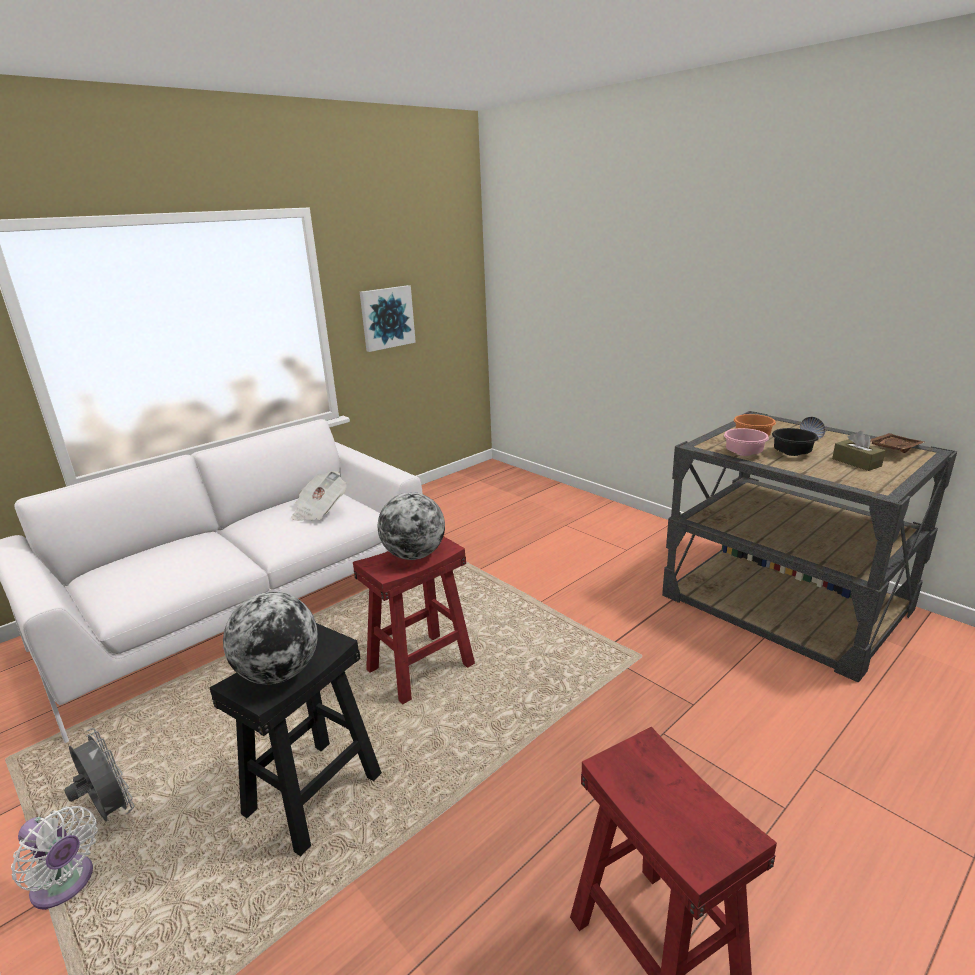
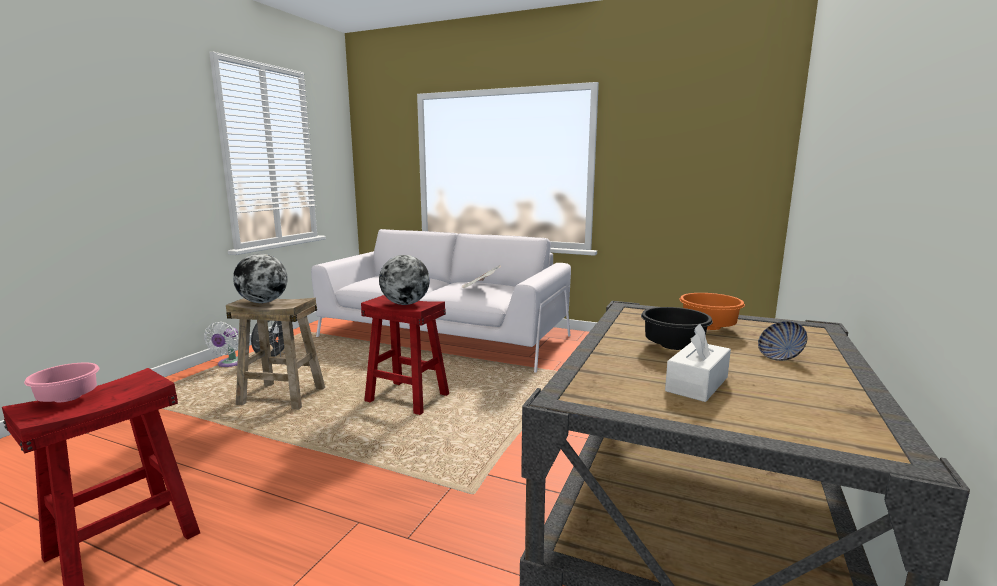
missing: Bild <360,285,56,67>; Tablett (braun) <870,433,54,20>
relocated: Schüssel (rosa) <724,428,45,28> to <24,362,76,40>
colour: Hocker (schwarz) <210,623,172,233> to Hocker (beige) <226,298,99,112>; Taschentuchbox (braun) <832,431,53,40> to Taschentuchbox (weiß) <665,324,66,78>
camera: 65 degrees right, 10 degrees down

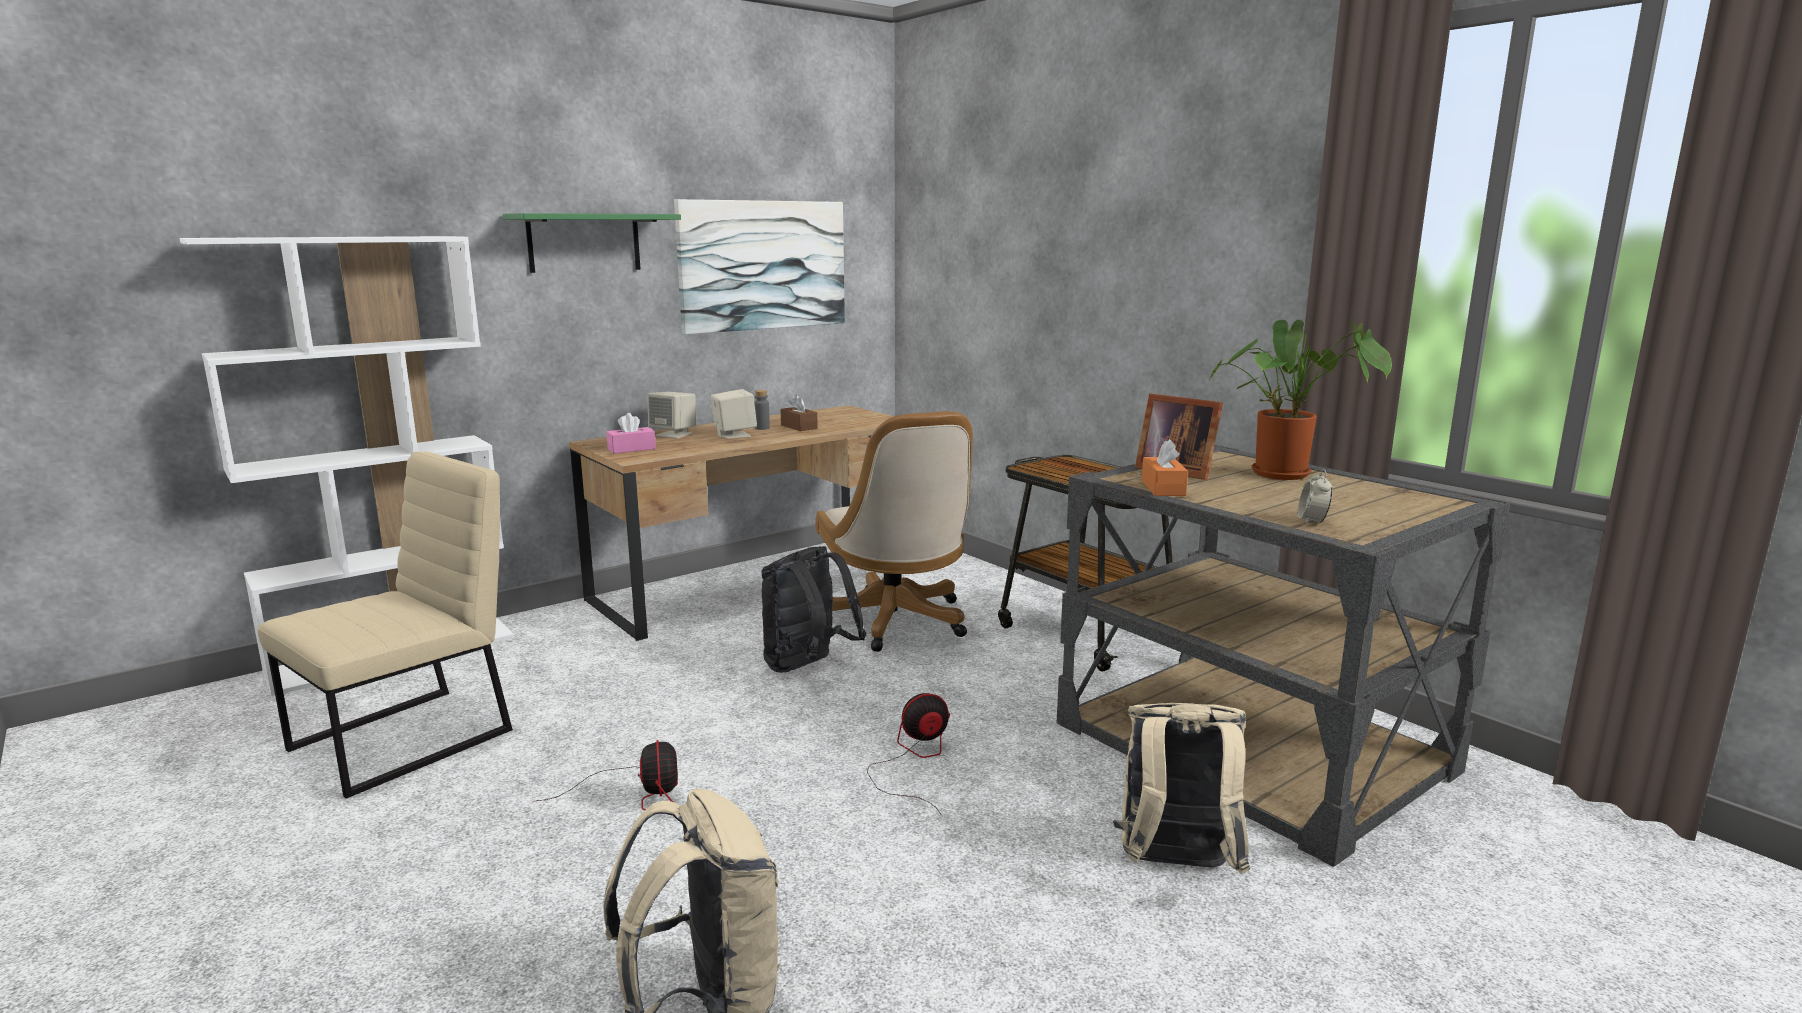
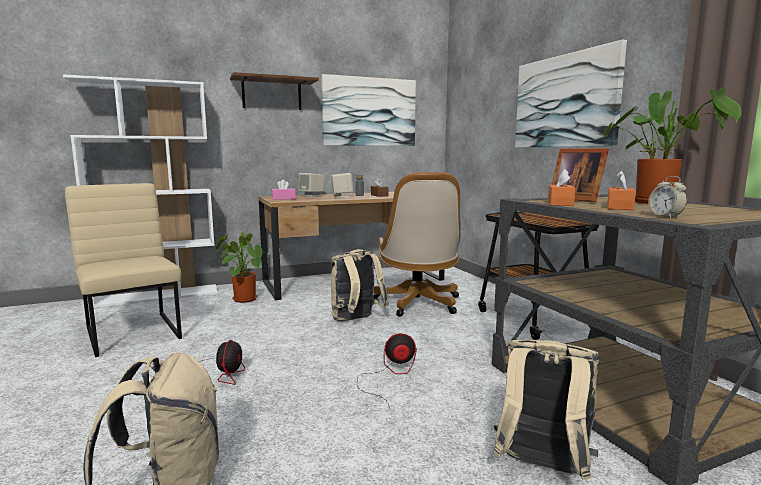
appeared: Topfpflanze <216,232,49,71>; Bild <515,39,112,109>; Taschentuchbox (orange) <607,171,29,39>
colour: Wandregal (grün) <502,213,179,60> to Wandregal (braun) <230,72,89,38>; Rucksack (schwarz) <761,546,105,127> to Rucksack (beige) <331,249,58,72>
spun: Stuhl (beige) <258,451,255,348> = <65,183,117,174> 90 degrees counterclockwise; Wecker <1298,469,34,55> = <648,176,39,42> 45 degrees counterclockwise
camera: 15 degrees right, 5 degrees down

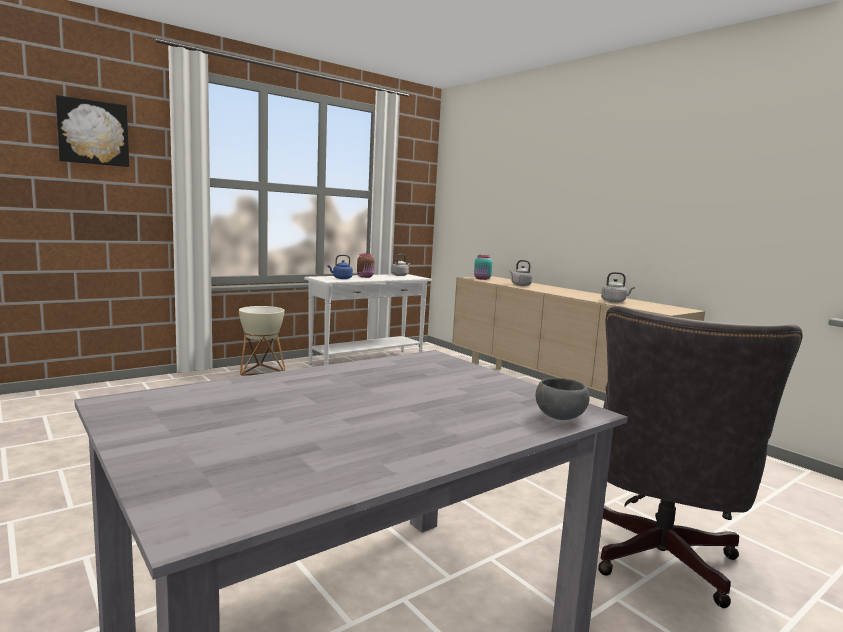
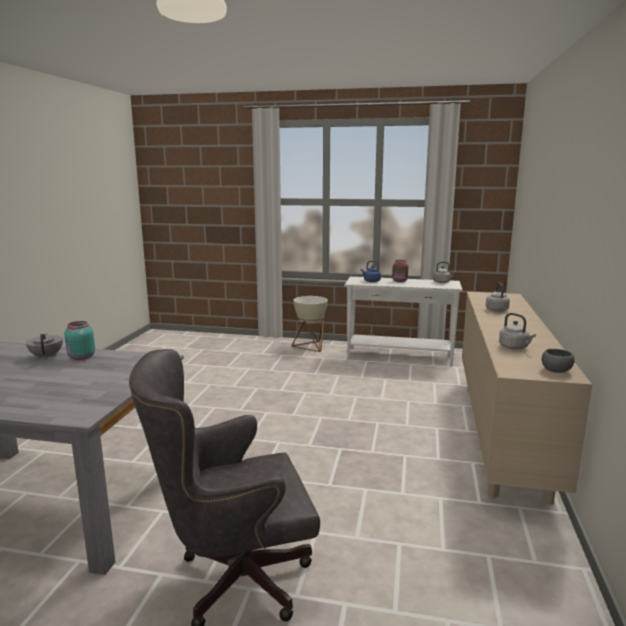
missing: Bild <55,95,74,72>
appeared: Teekanne (grau) <26,333,37,27>
relocated: Vorratsglas (türkis) <474,255,18,25> to <64,321,31,39>; Schüssel (grau) <536,378,54,42> to <542,349,33,24>
camera: 50 degrees right, 5 degrees up

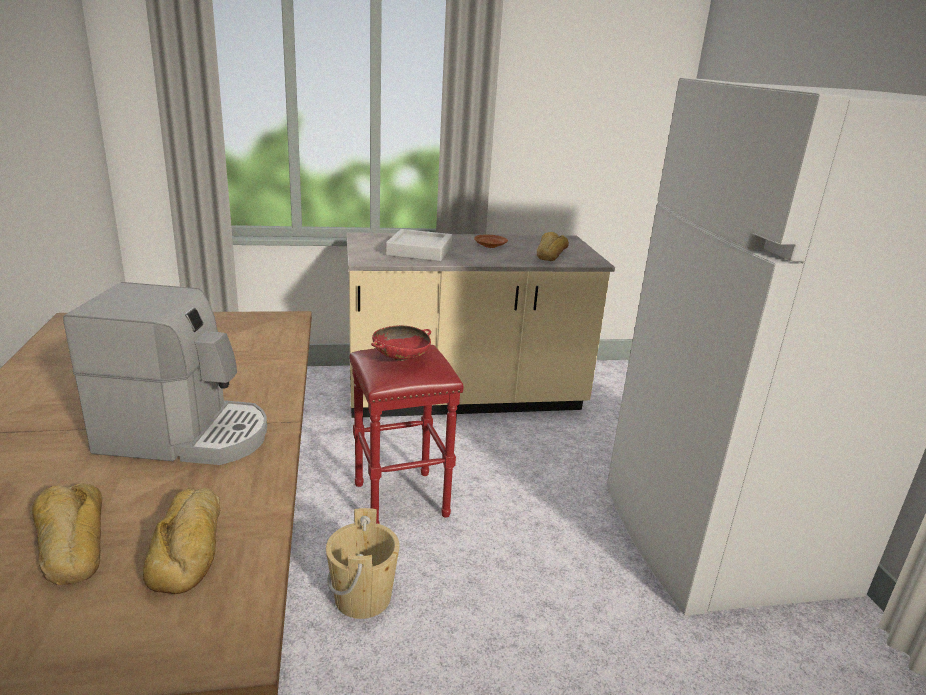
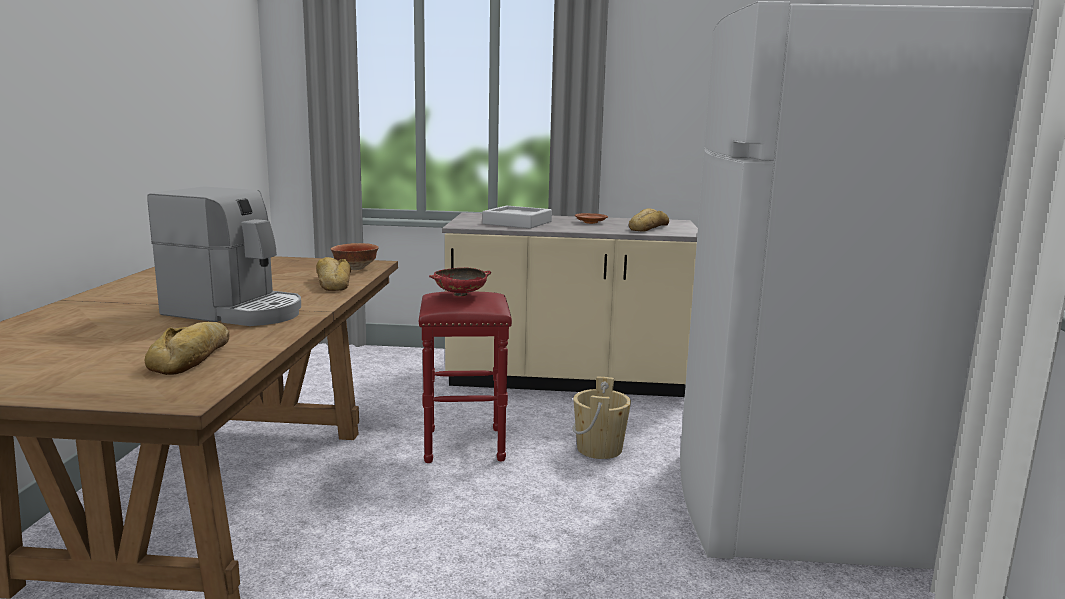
appeared: Schüssel <331,243,48,27>
relocated: Brot <32,484,70,101> to <316,257,35,34>; Eimer (beige) <326,508,74,111> to <573,377,58,82>
camera: 15 degrees right, 10 degrees down

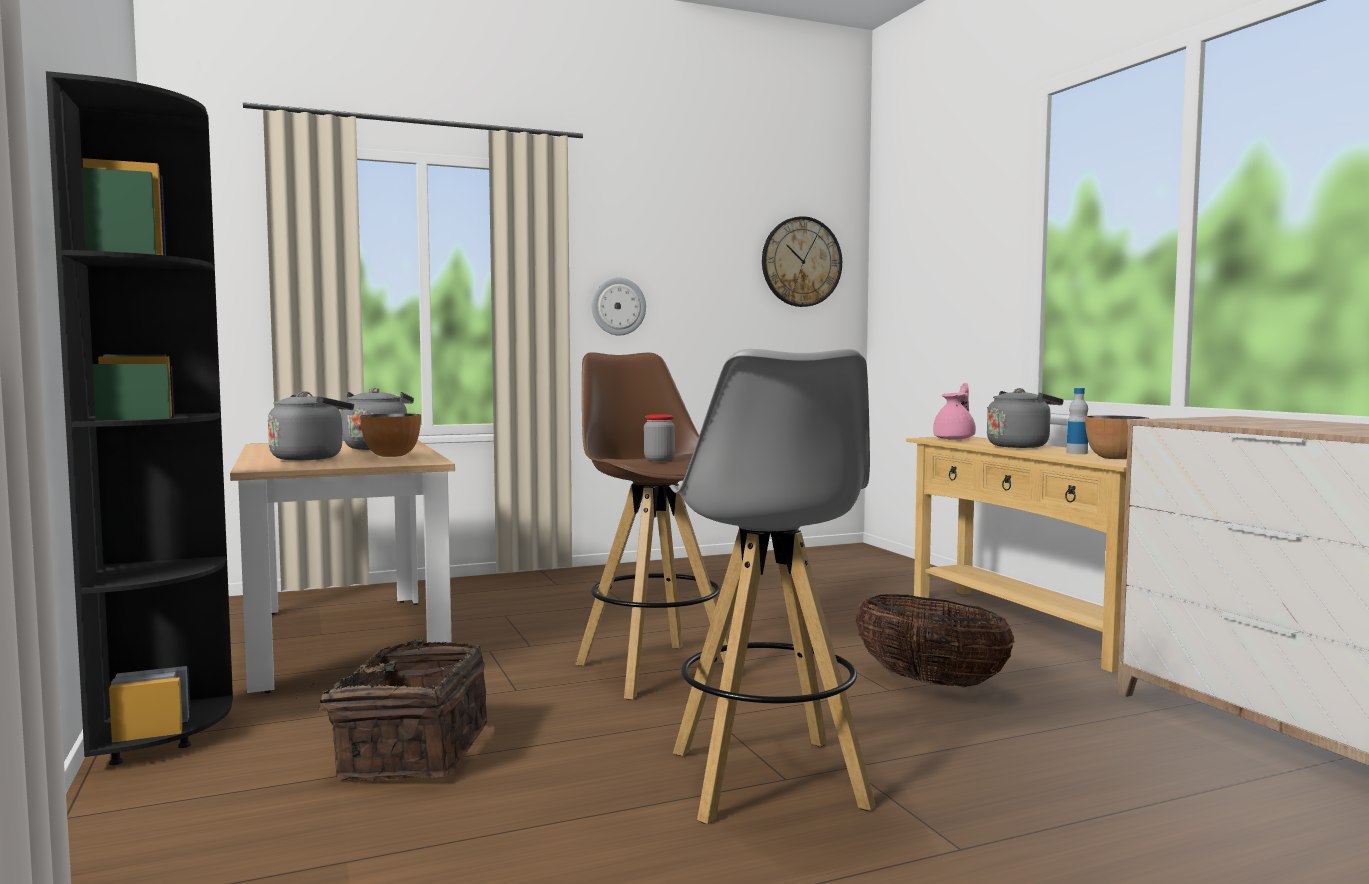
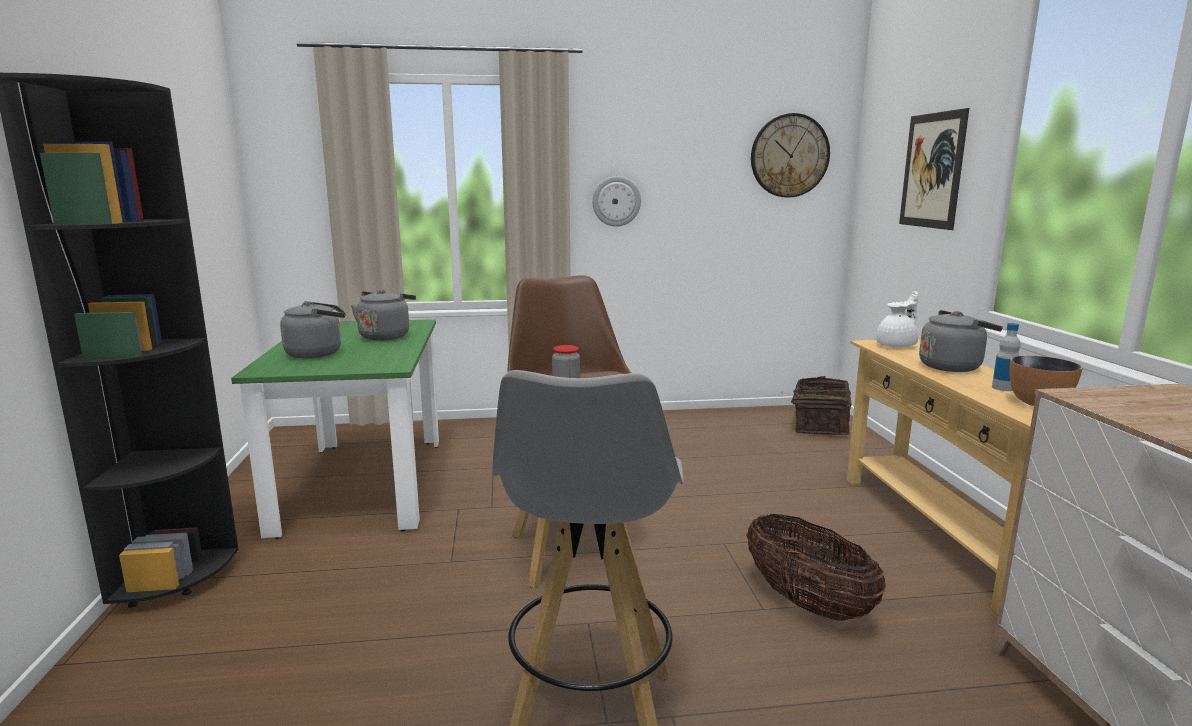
missing: Schüssel <360,413,61,44>
appeared: Bild <899,108,70,122>
relocated: Korb <296,638,192,143> to <779,376,73,59>
colour: Esstisch (beige) <230,440,225,253> to Esstisch (grün) <231,319,208,220>; Teekanne (rosa) <933,383,43,57> to Teekanne (weiß) <876,291,42,56>
camera: 15 degrees right, 10 degrees up

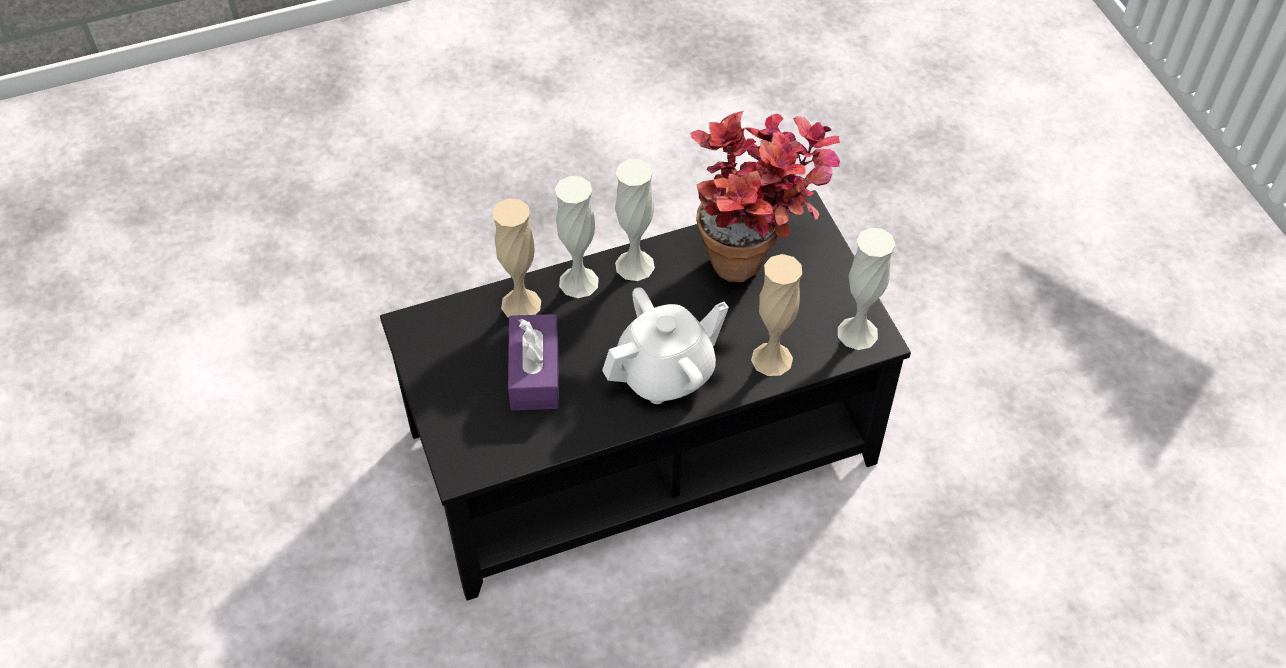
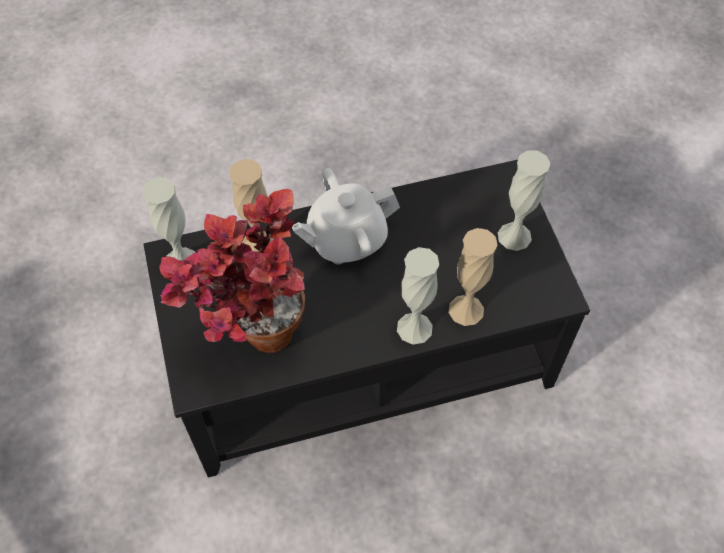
missing: Taschentuchbox (lila) <508,314,51,96>
relocated: Vase (weiß) <615,159,40,122> to <498,151,52,100>
camera: 175 degrees left, 5 degrees up

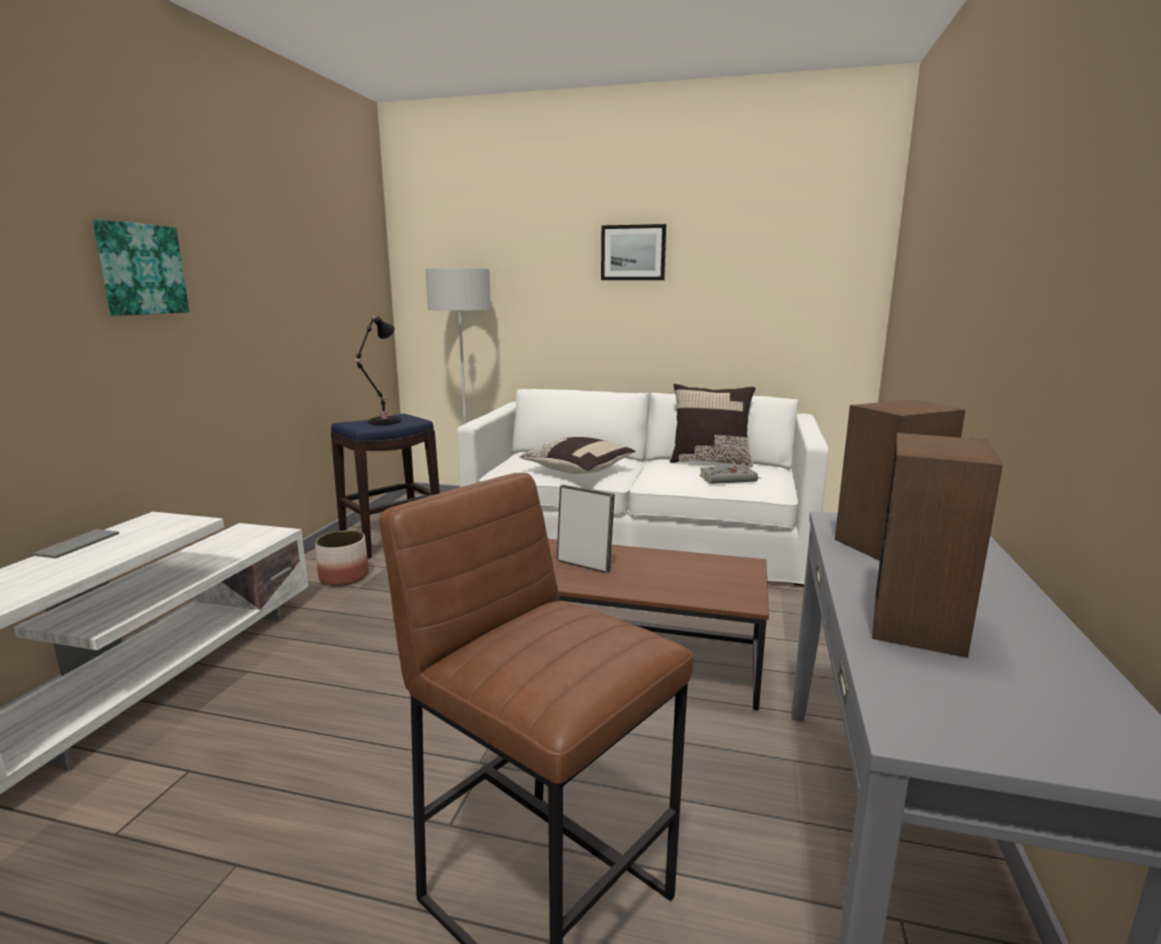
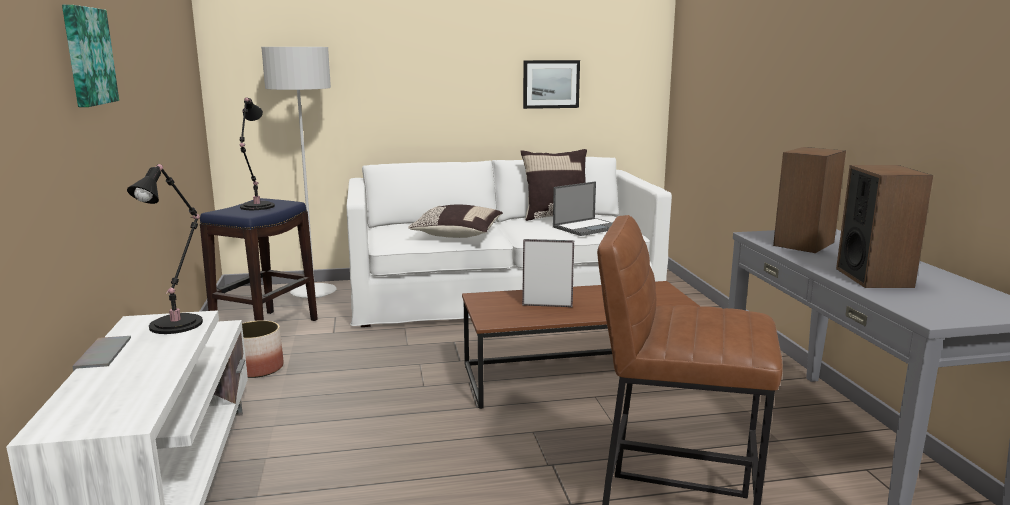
appeared: Tischlampe (schwarz) <127,164,76,170>
relocated: Bild <601,224,65,56> to <523,60,57,49>
exchanged: Buch (grau) <699,466,63,18> to Laptop <553,181,59,55>
camera: 25 degrees left, 0 degrees up

